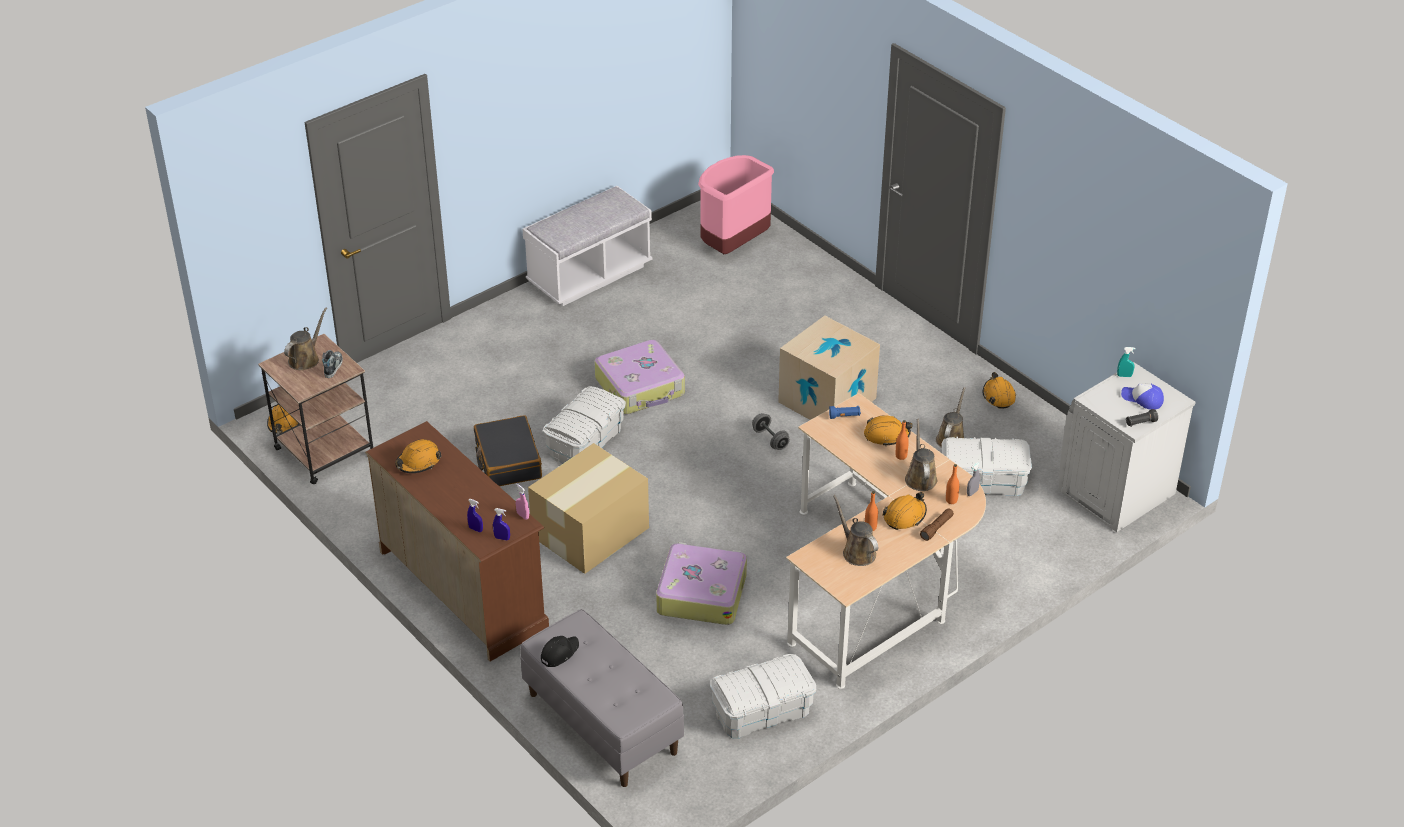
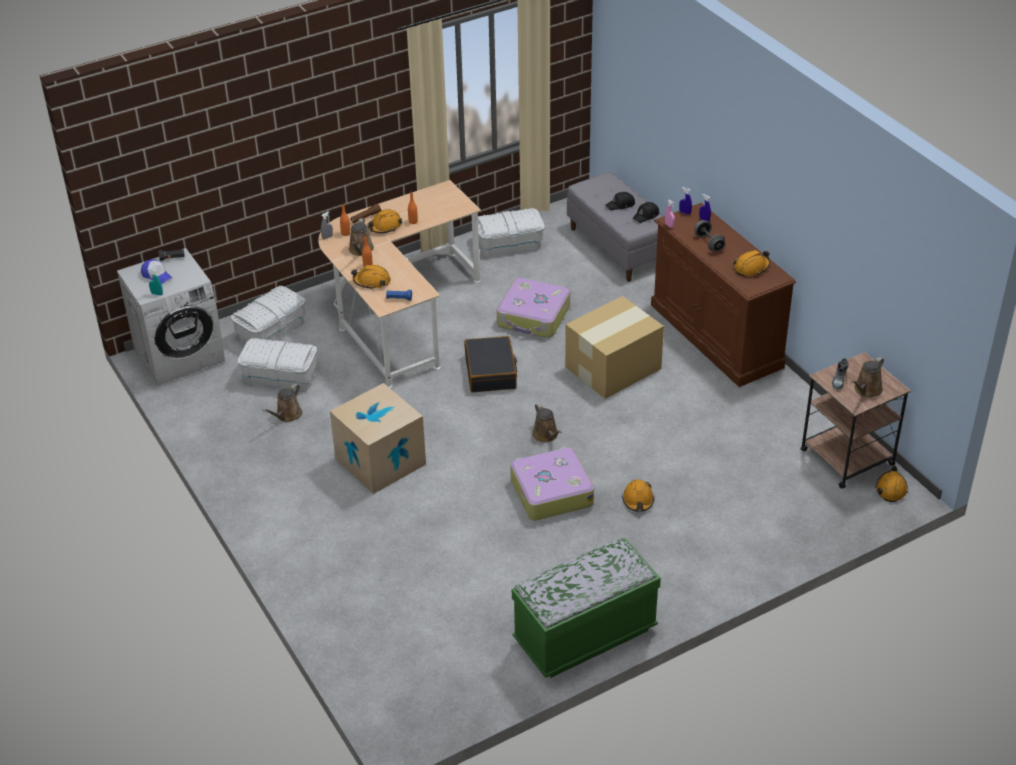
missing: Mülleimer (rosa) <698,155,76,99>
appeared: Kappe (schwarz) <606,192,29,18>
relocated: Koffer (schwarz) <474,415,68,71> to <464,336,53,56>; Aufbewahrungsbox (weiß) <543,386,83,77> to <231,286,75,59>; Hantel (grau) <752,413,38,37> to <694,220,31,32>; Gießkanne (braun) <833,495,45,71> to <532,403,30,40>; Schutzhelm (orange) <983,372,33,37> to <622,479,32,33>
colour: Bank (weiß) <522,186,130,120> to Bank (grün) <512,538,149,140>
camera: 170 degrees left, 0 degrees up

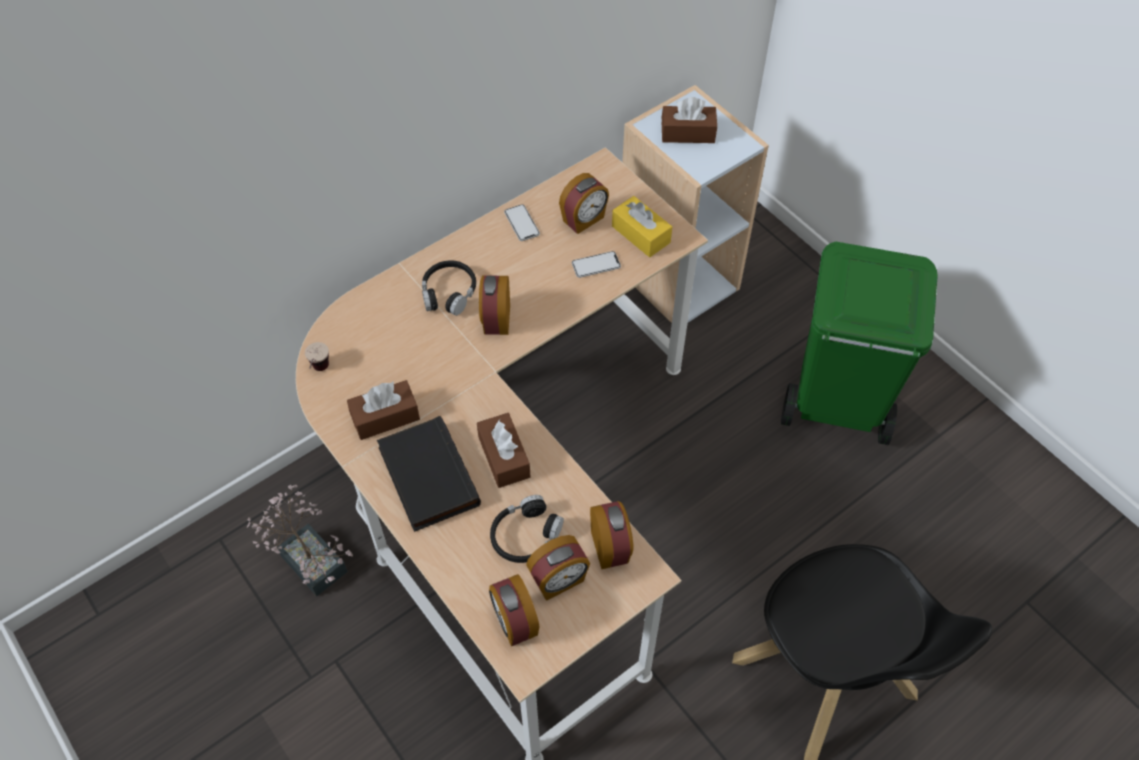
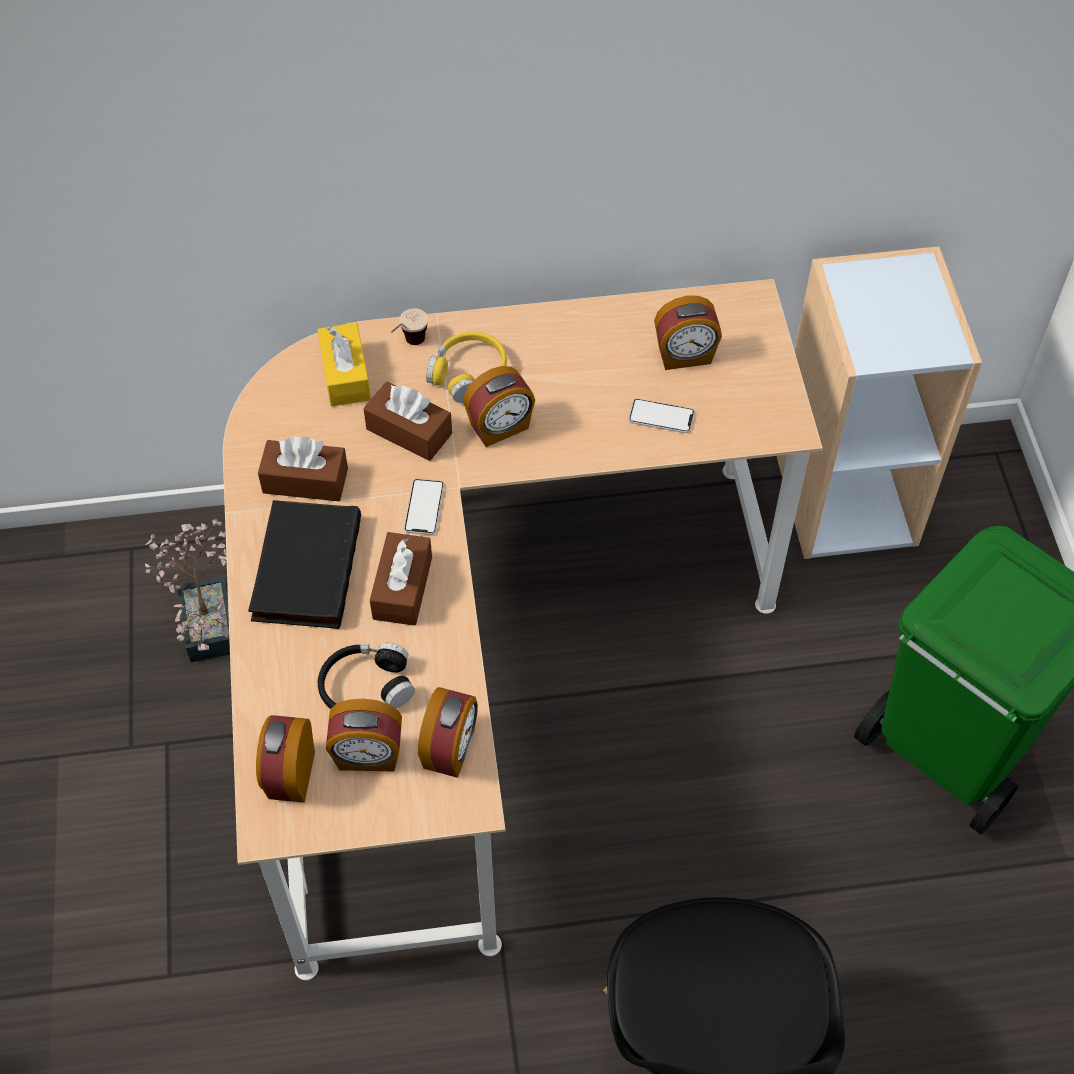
relocated: Tasse <305,342,24,29> to <391,308,37,37>; Handy <504,204,36,37> to <404,479,40,56>; Taschentuchbox (gelb) <612,196,60,61> to <317,323,54,83>; Taschentuchbox (braun) <662,97,55,46> to <363,382,89,79>
colour: Kopfhörer (schwarz) <422,260,54,56> to Kopfhörer (gelb) <426,332,81,71>
spun: Wecker <479,275,31,60> = <463,366,72,81> 150 degrees counterclockwise
camera: 30 degrees right, 0 degrees up

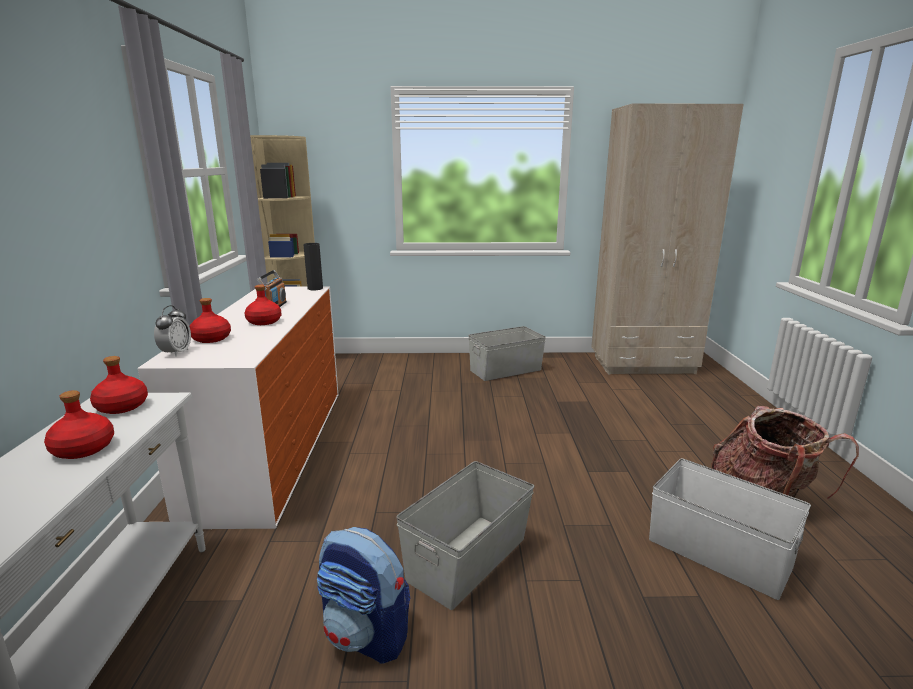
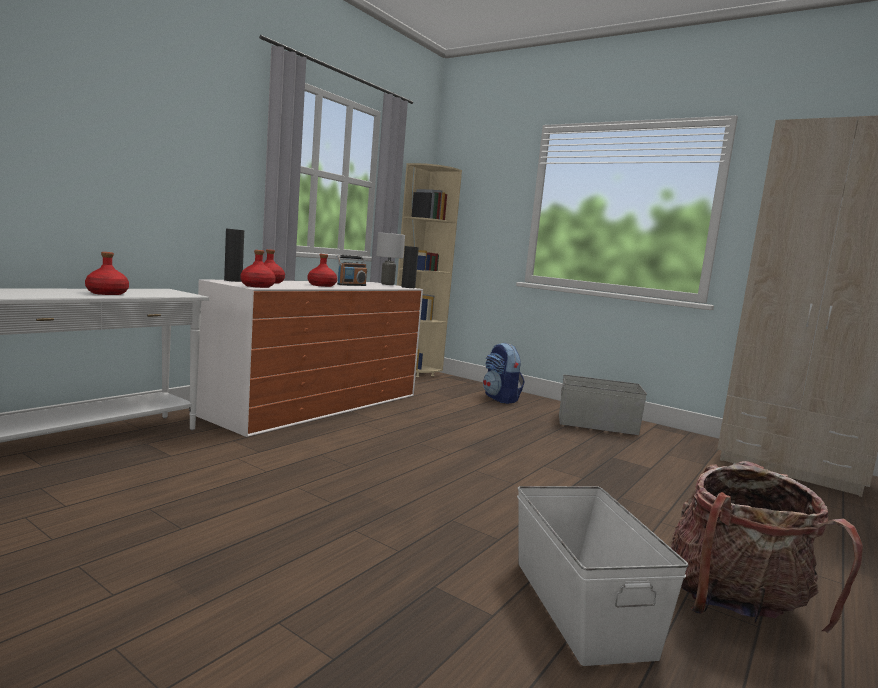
missing: Aufbewahrungsbox (grau) <396,461,138,149>
appeared: Tischlampe (weiß) <376,232,29,53>
relocated: Flasche (rot) <90,356,58,58> to <240,250,36,38>; Rucksack <317,527,93,137> to <483,343,42,61>
exchanged: Wecker <154,305,37,52> to Vase (schwarz) <224,229,20,53>
camera: 35 degrees right, 10 degrees down

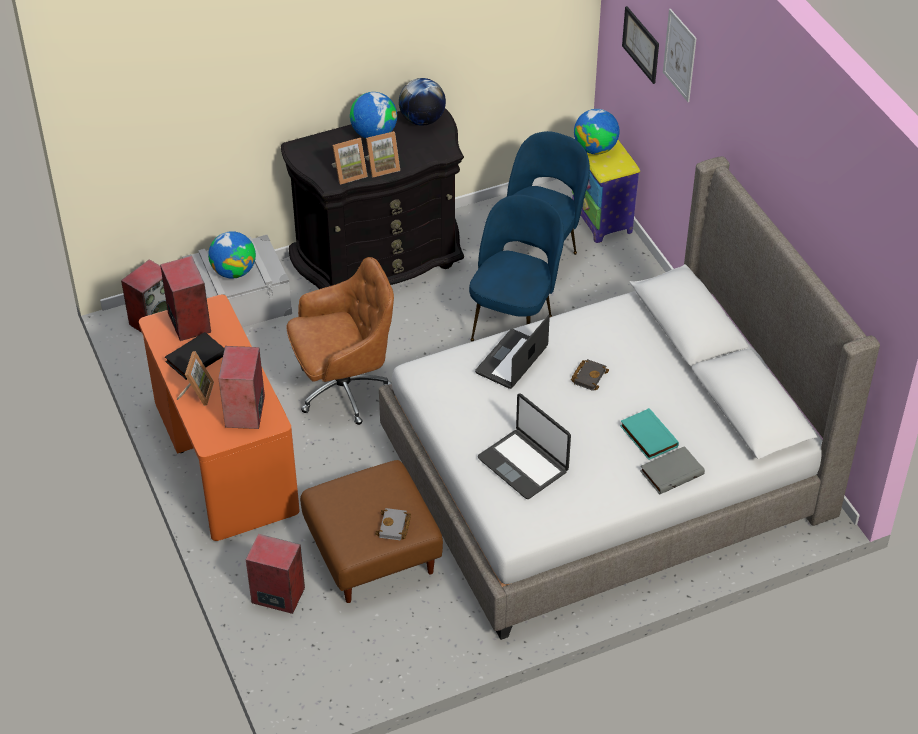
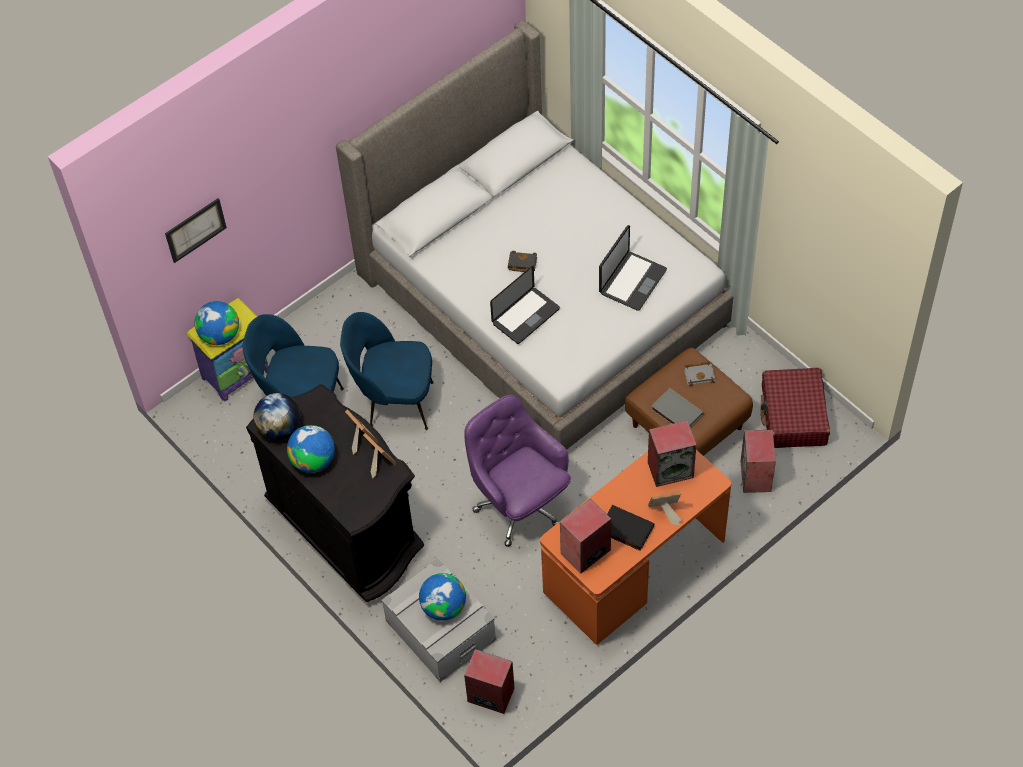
missing: Buch (türkis) <620,408,59,52>; Bild <663,9,34,93>
appeared: Koffer (rot) <761,368,69,80>
relocated: Buch (grau) <640,446,65,49> to <651,388,52,40>
colour: Bürostuhl (braun) <286,257,108,168> to Bürostuhl (lila) <464,395,107,152>
spun: Laptop <475,315,75,74> = <490,266,70,78> 60 degrees counterclockwise
camera: 105 degrees left, 10 degrees up

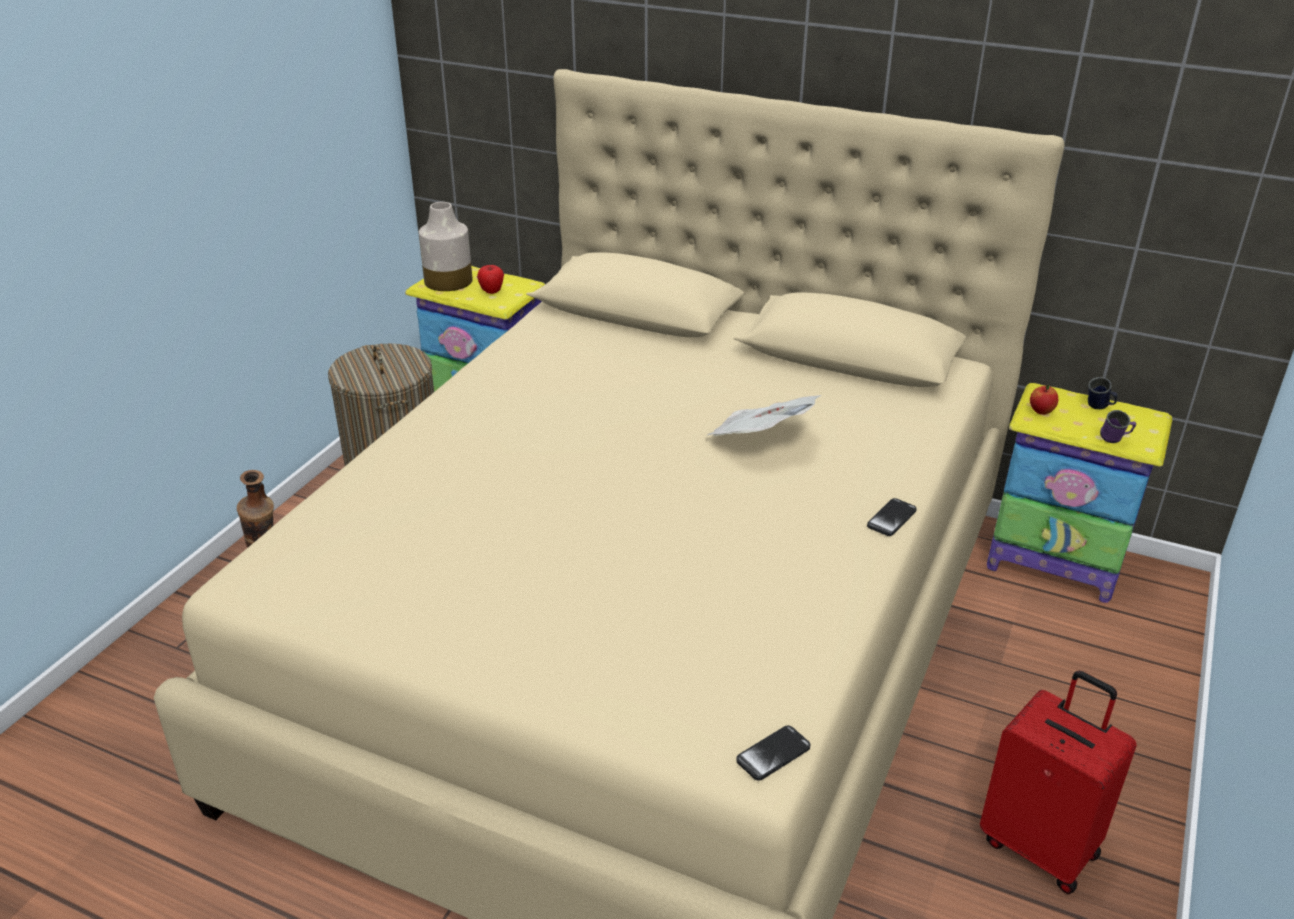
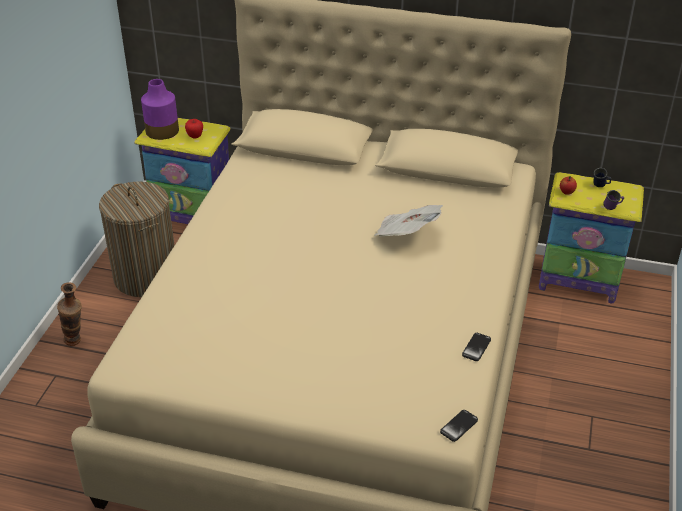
missing: Koffer (rot) <980,671,157,223>
relocated: Handy <867,498,50,38> to <462,333,29,28>
colour: Vase (beige) <419,202,54,89> to Vase (lila) <141,79,38,61>
camera: 10 degrees left, 5 degrees up

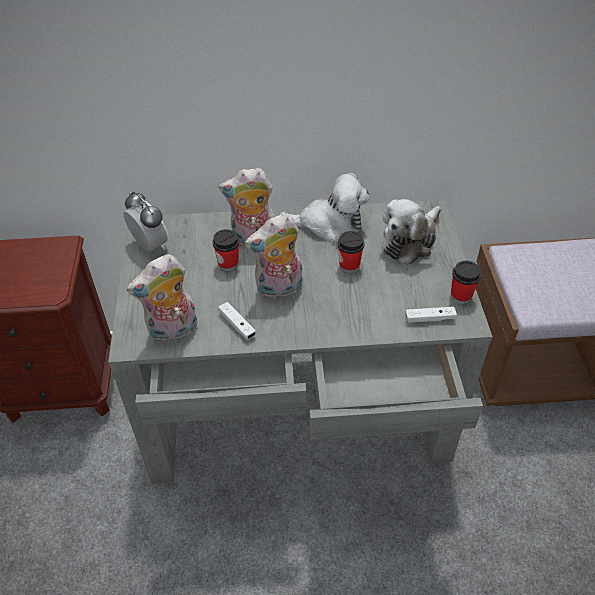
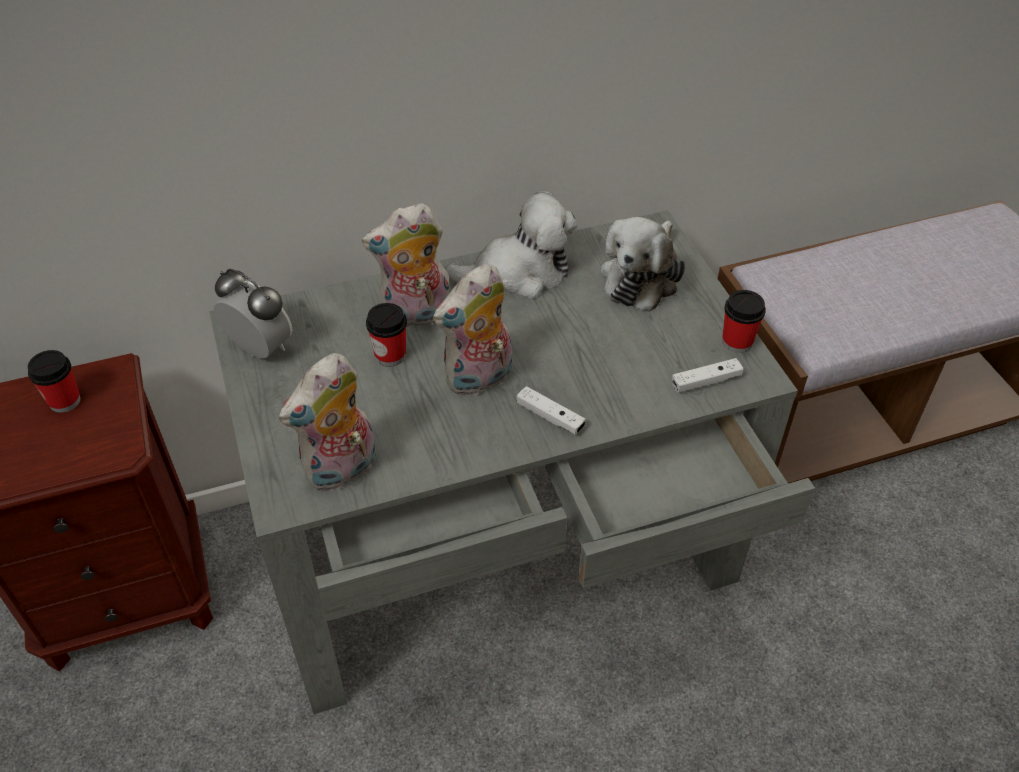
relocated: Gamepad (weiß) <218,302,38,38> to <516,386,69,48>; Tasse <338,231,27,42> to <28,350,53,63>
camera: 15 degrees left, 0 degrees up

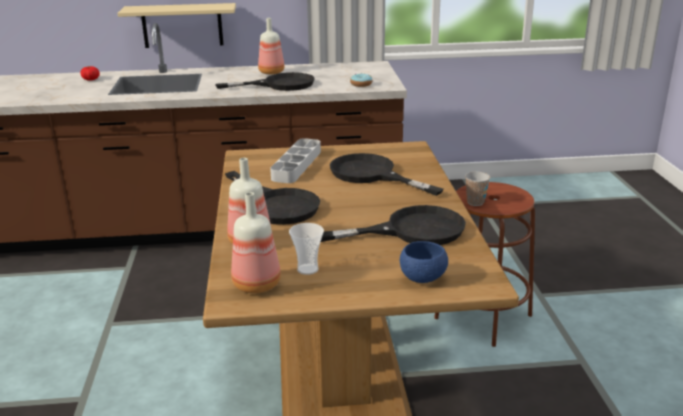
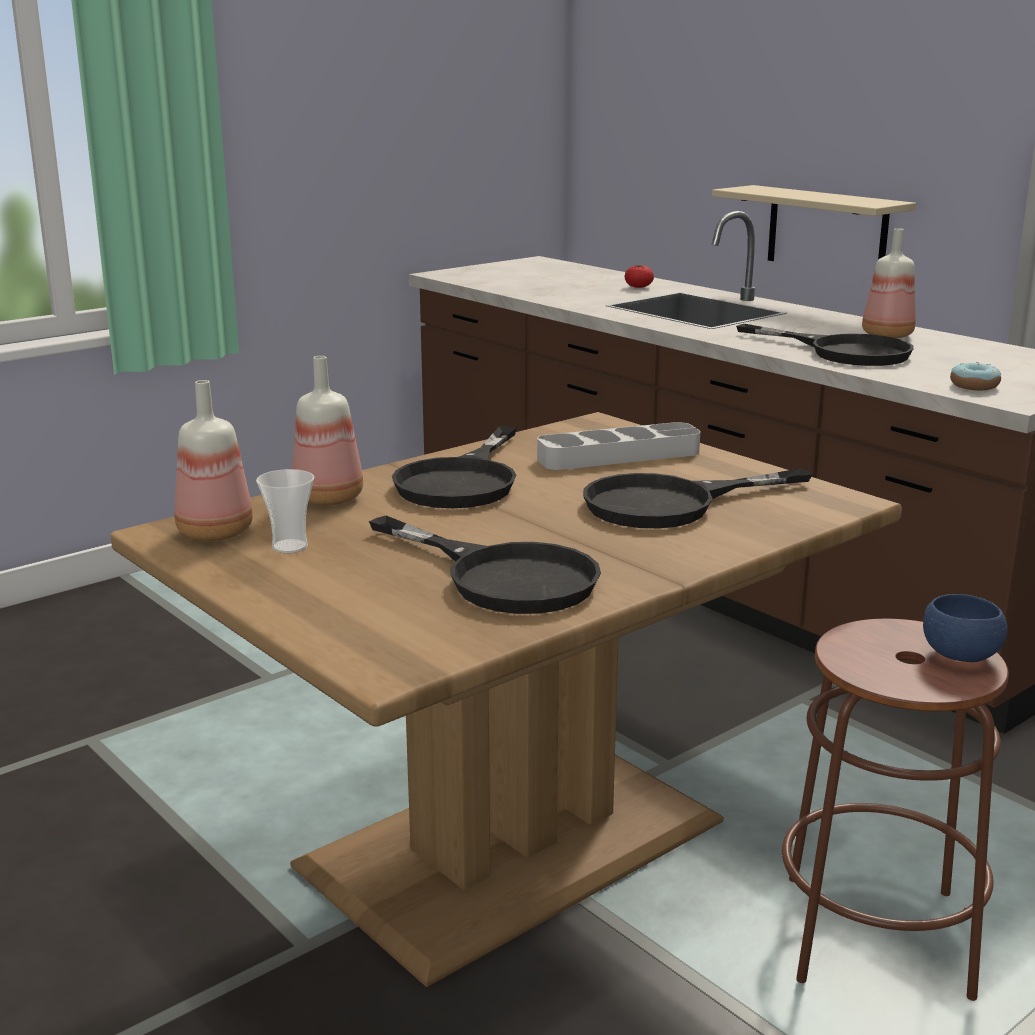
missing: Tasse <465,172,25,34>
relocated: Schüssel (blau) <400,241,48,42> to <923,594,85,68>
spun: Pfanne (schwarz) <330,153,114,43> = <583,468,229,60> 120 degrees counterclockwise
camera: 55 degrees right, 5 degrees down

